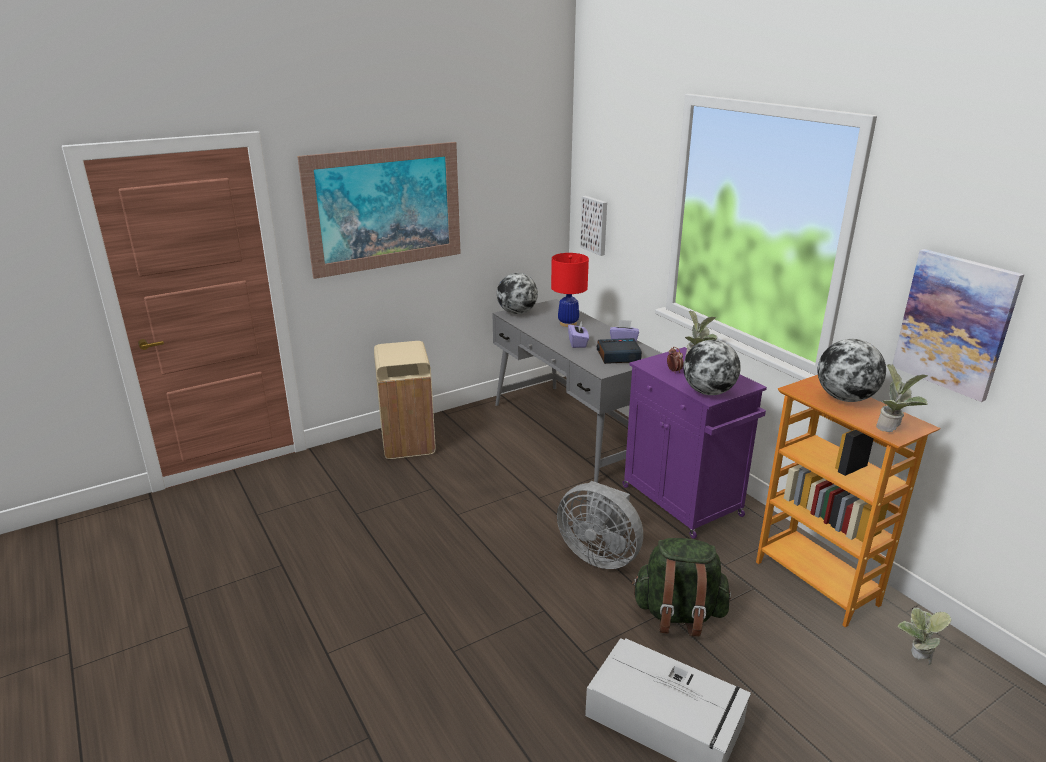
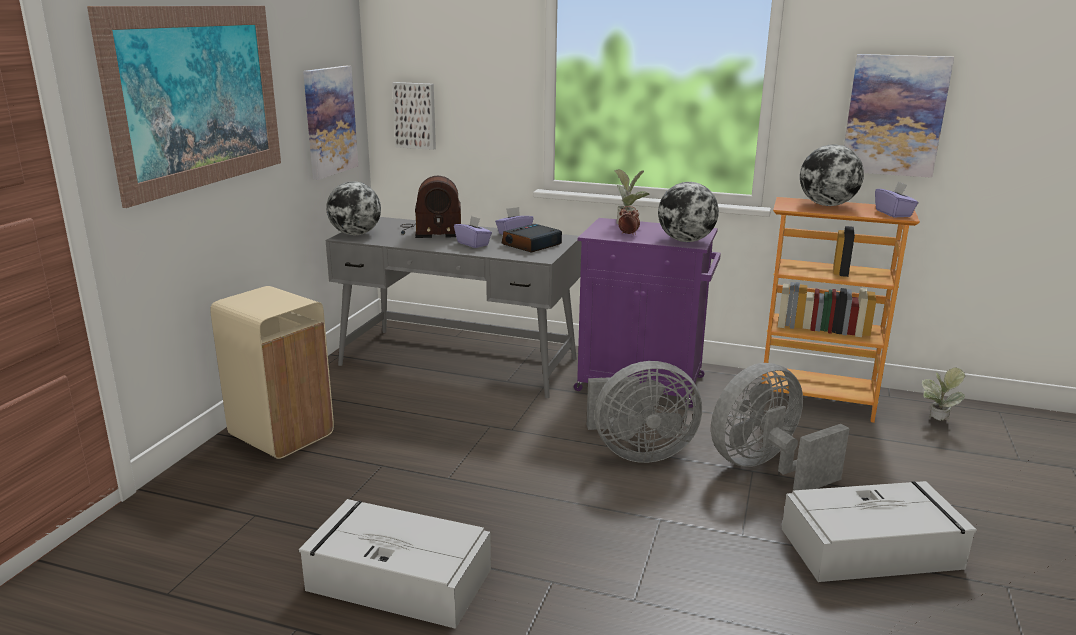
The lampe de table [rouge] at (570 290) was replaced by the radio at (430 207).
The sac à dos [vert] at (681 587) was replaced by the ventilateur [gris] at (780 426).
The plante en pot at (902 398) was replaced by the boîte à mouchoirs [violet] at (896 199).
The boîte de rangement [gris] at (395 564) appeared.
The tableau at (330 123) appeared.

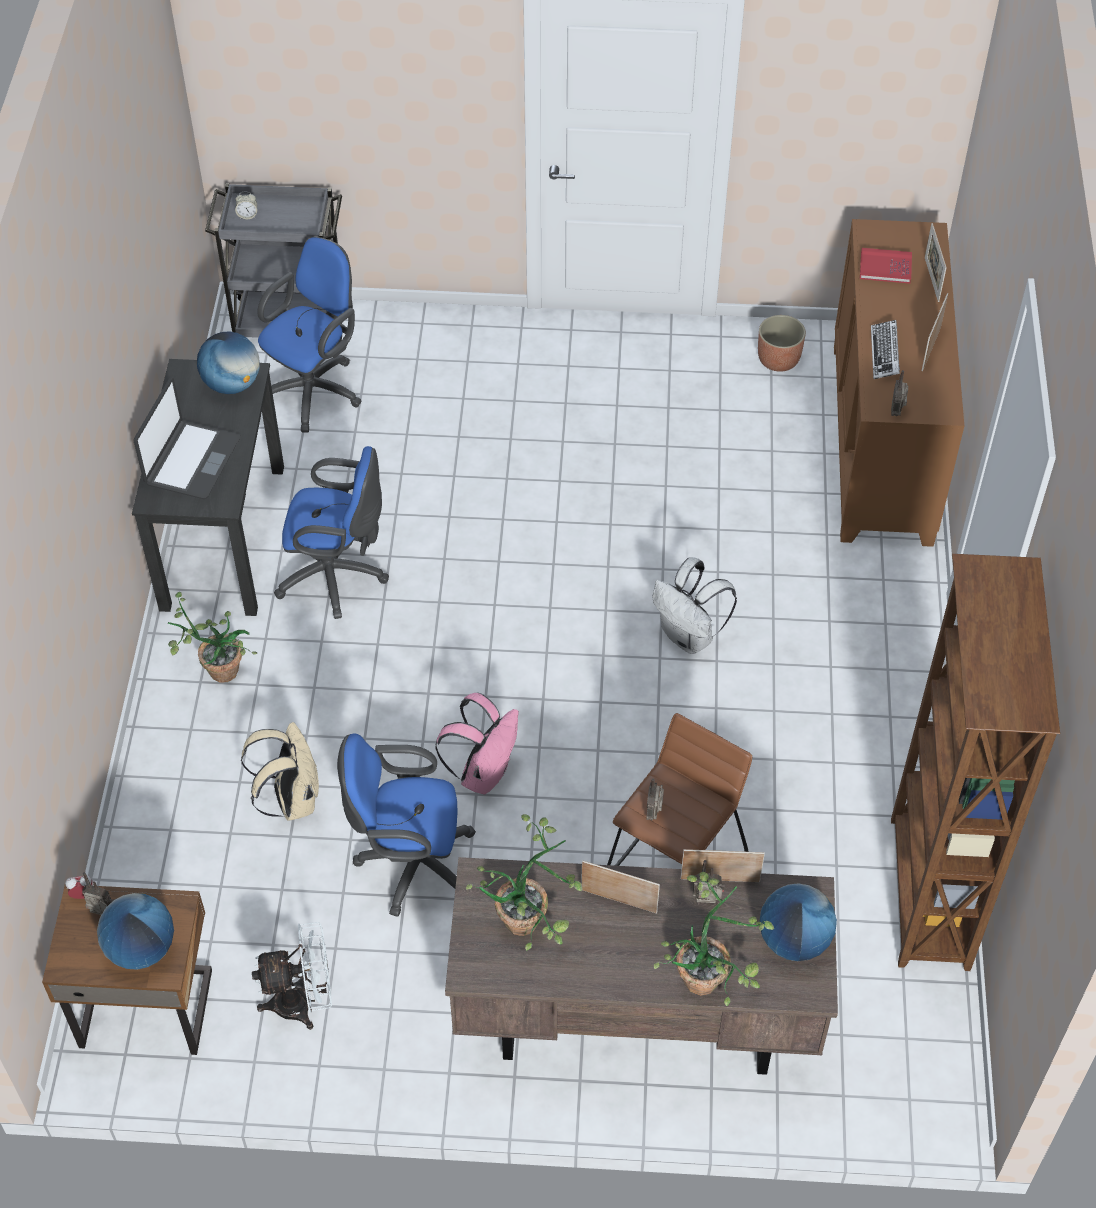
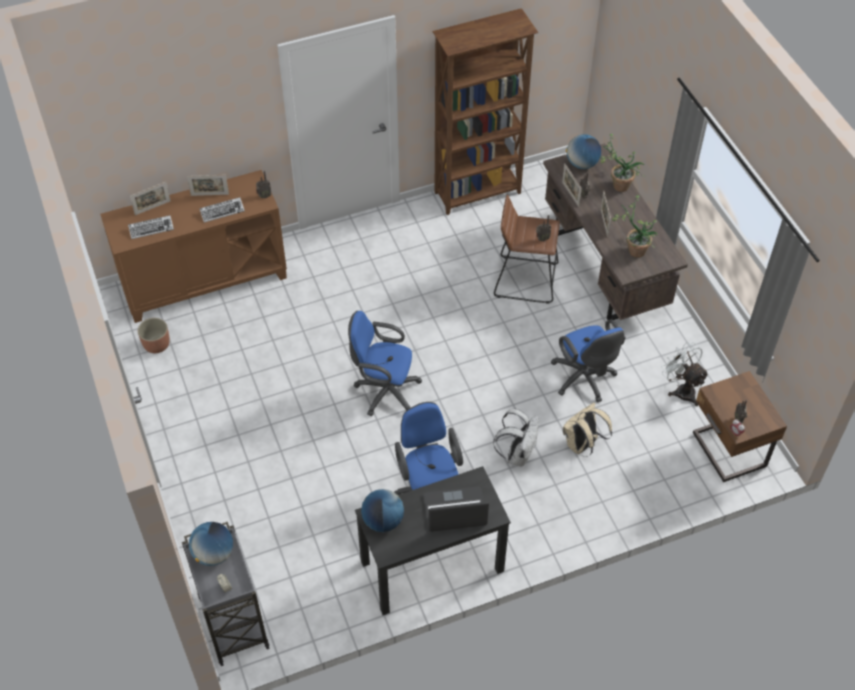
The globe moved from (135 931) to (211 544).
The plante en pot at (212 637) disappeared.
The chaise de bureau [bleu] moved from (309 335) to (385 363).
The sac à dos [rose] at (477 744) disappeared.
The sac à dos [blanc] moved from (694 605) to (515 438).
The livre [rouge] at (886 266) was replaced by the clavier at (151 227).

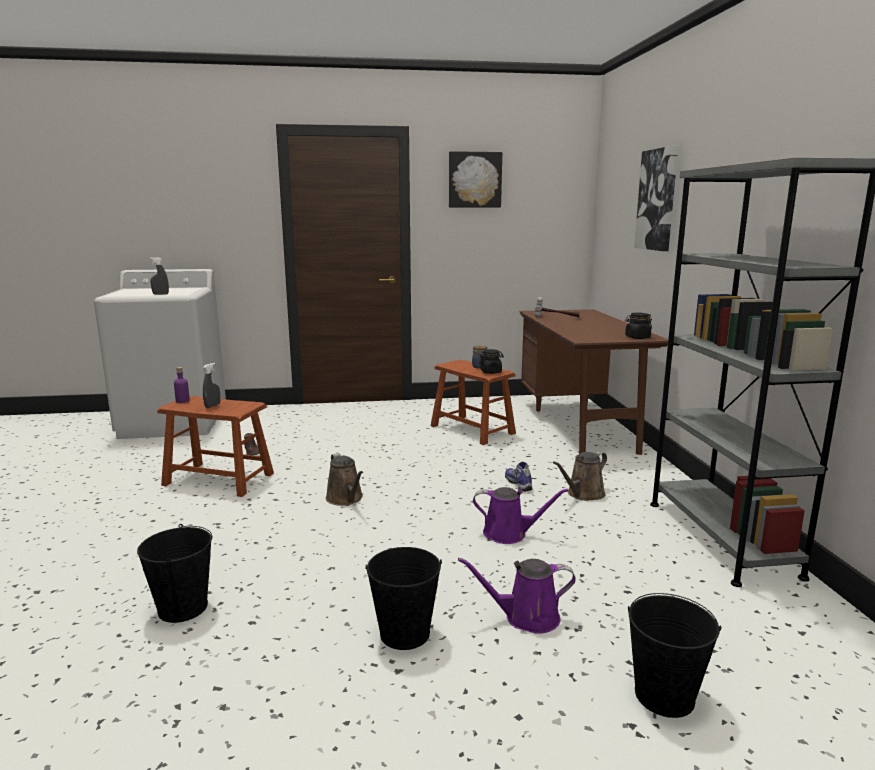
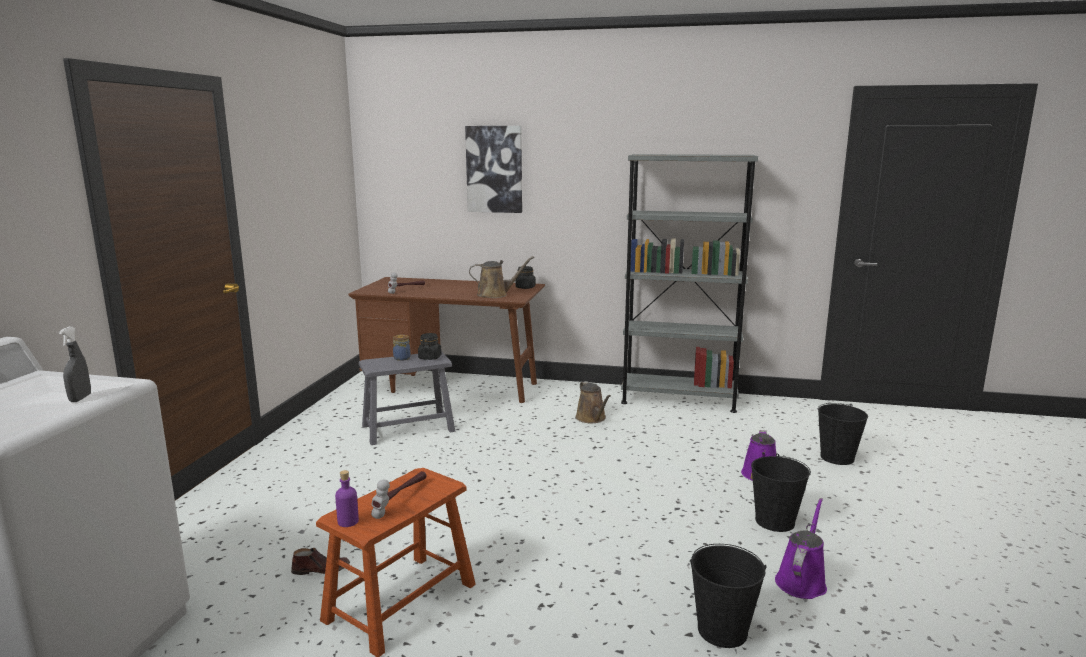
The vaporisateur [gris] at (211 385) was replaced by the marteau at (399 495).
The arrosoir [marron] moved from (344 479) to (501 277).
The tabouret [marron] at (473 402) became the tabouret [gris] at (407 398).
The tableau at (475 179) disappeared.
The arrosoir [violet] moved from (521 515) to (801 548).
The chaussure at (518 477) disappeared.

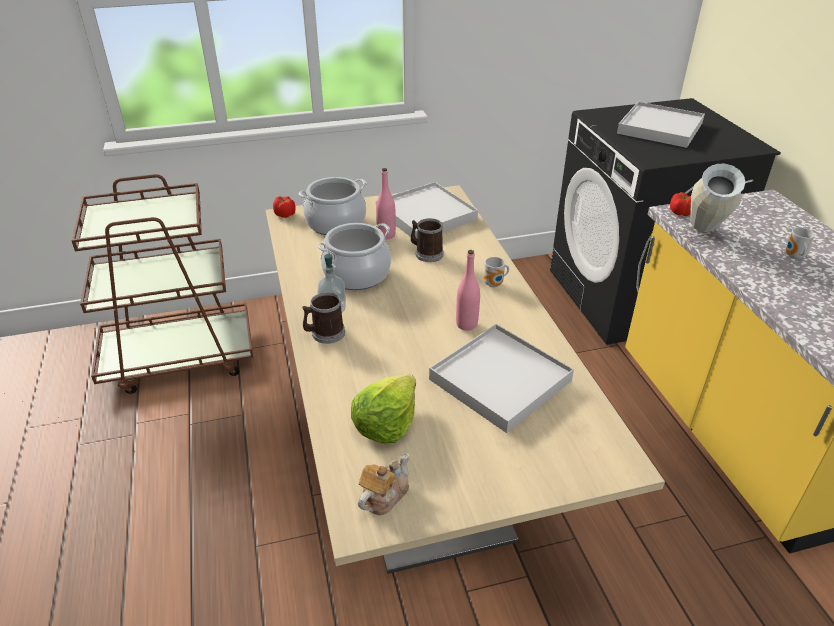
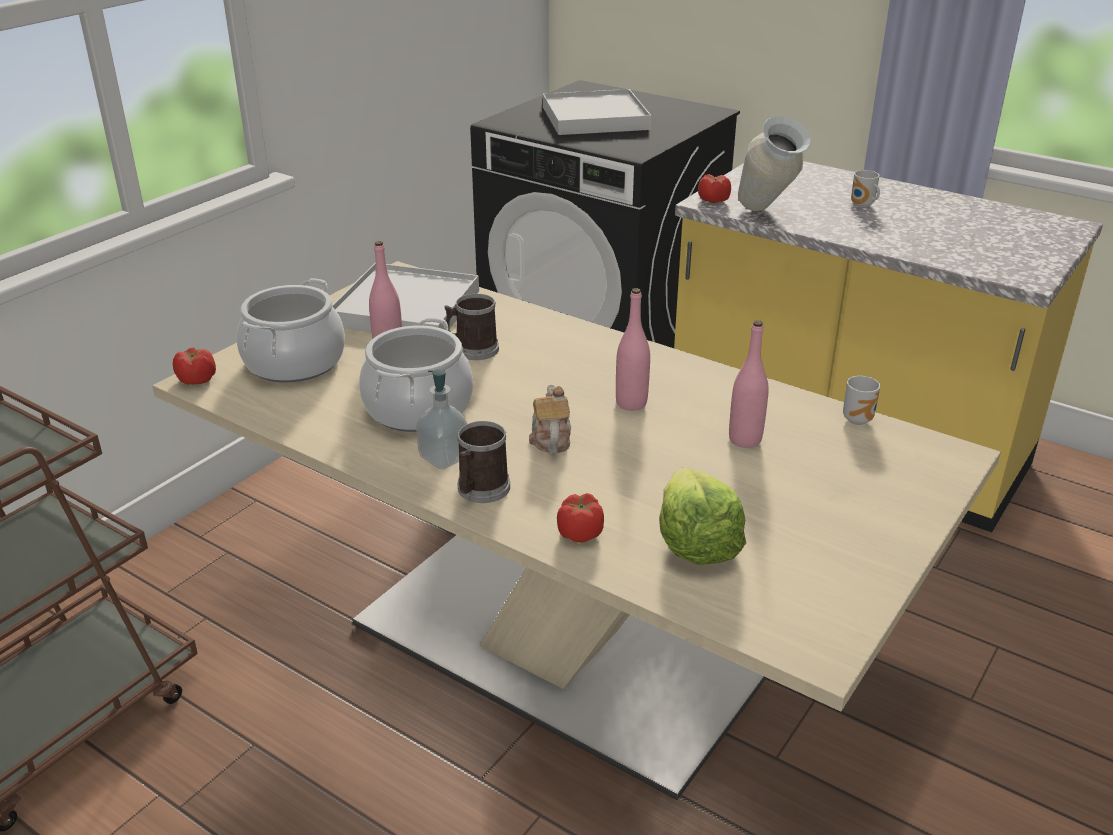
The théière moved from (383 484) to (550 418).
The plateau [blanc] at (501 378) was replaced by the bouteille [rose] at (749 384).
The mug moved from (496 272) to (861 400).
The tomate at (580 518) appeared.

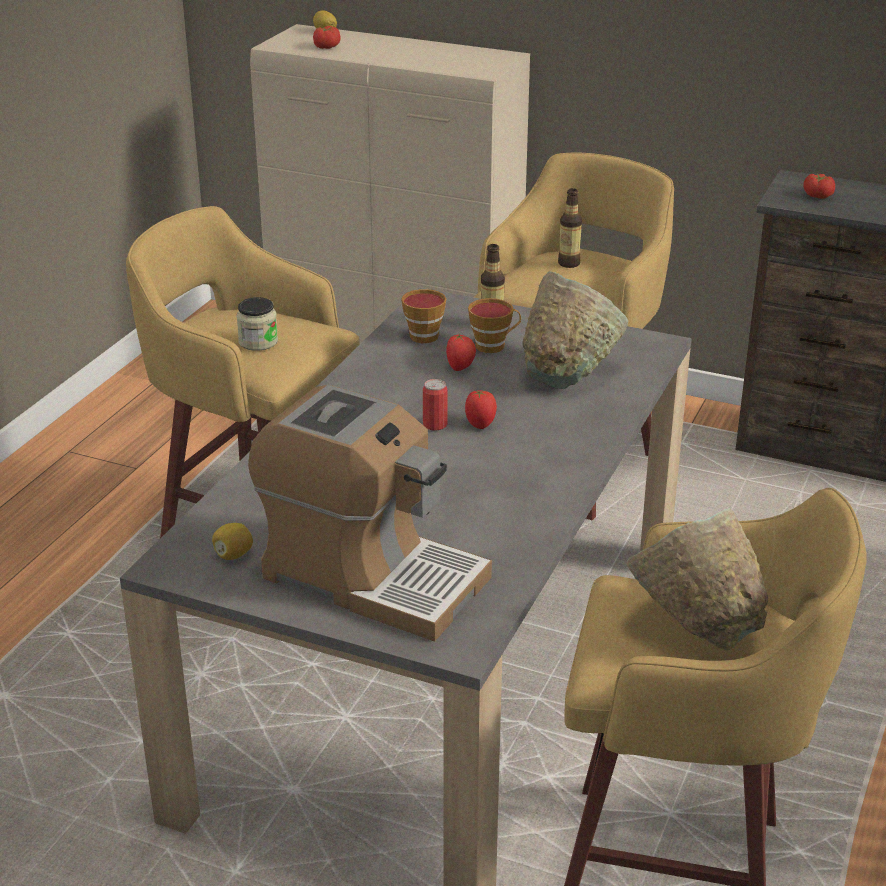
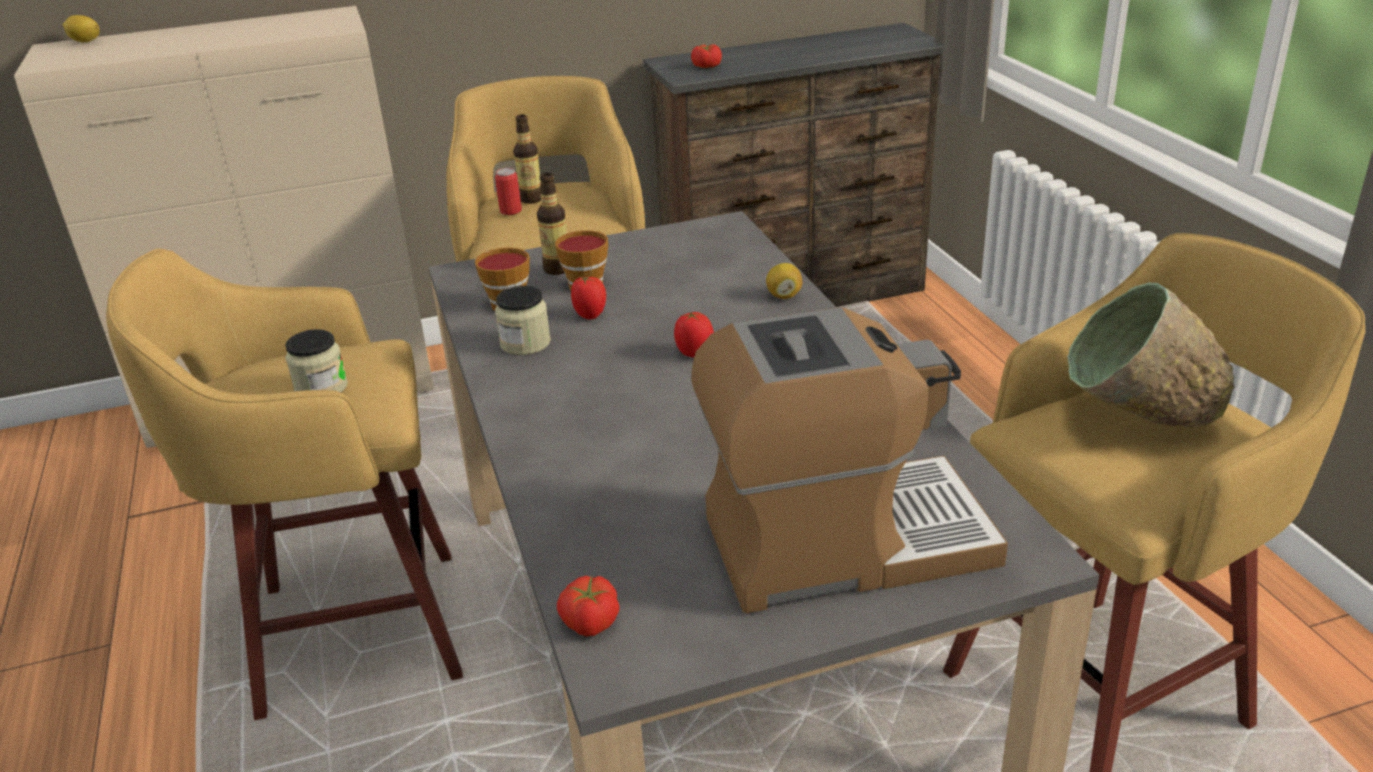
The citron moved from (232 541) to (784 281).
The tomate moved from (327 37) to (588 606).
The boîte métallique moved from (435 405) to (508 191).
The bol [vert] at (575 330) disappeared.
The bocal at (523 320) appeared.

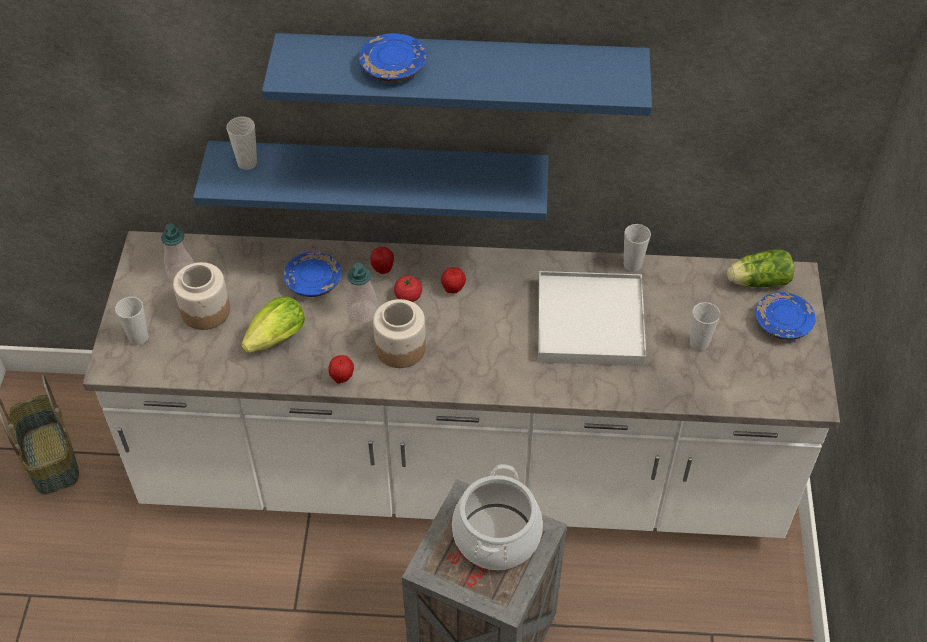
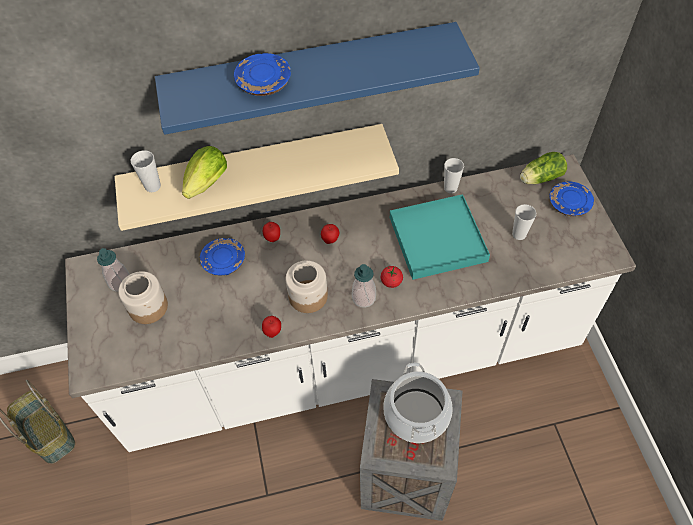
The tasse at (132 321) disappeared.
The étagère [bleu] at (371 181) became the étagère [beige] at (257 177).
The laitue moved from (273 324) to (204 172).
The distributeur de savon moved from (362 293) to (364 286).
The tomate moved from (408 288) to (392 277).
The plateau [blanc] at (592 318) became the plateau [turquoise] at (440 237).

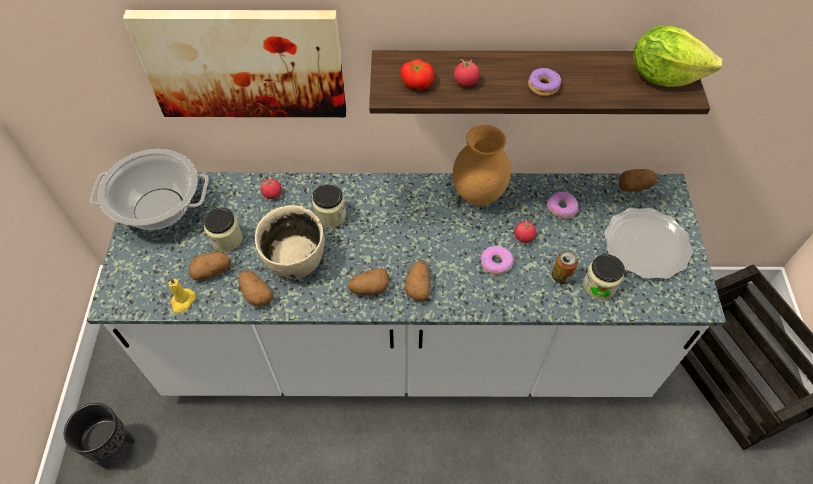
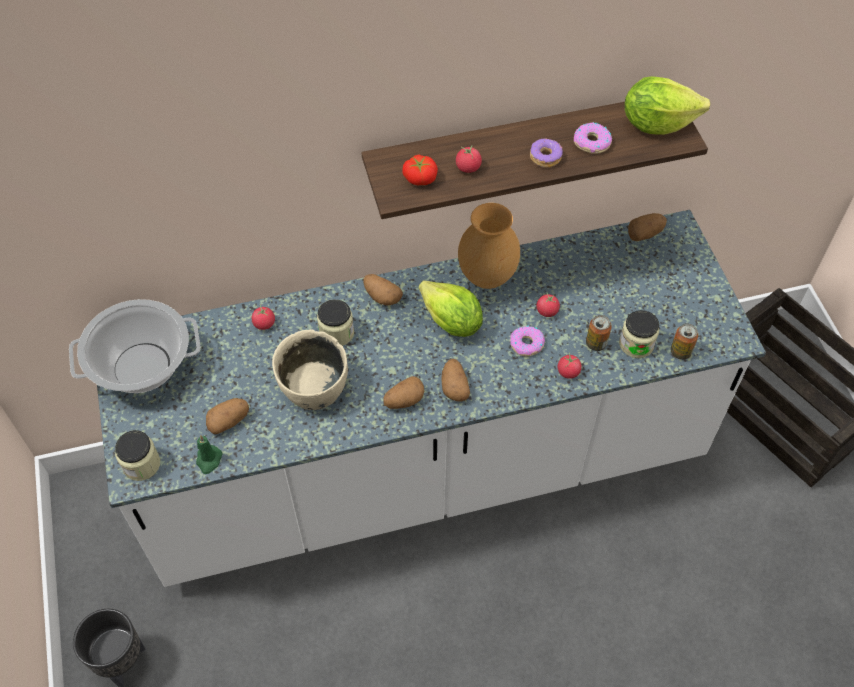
The tableau at (234 63) disappeared.
The bougie [jaune] at (182 295) became the bougie [vert] at (209 454).
The bocal moved from (223 229) to (137 455).
The pomme de terre moved from (256 288) to (383 289).
The beignet moved from (563 205) to (593 138).
The assiette at (648 243) disappeared.
The laitue at (451 309) appeared.
The tomate at (569 365) appeared.
The boîte métallique at (684 342) appeared.

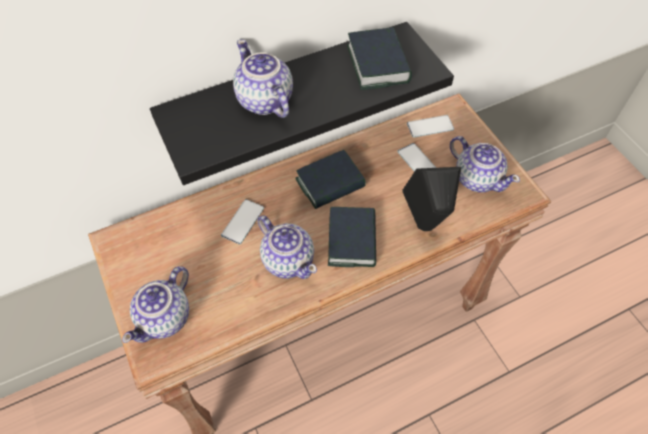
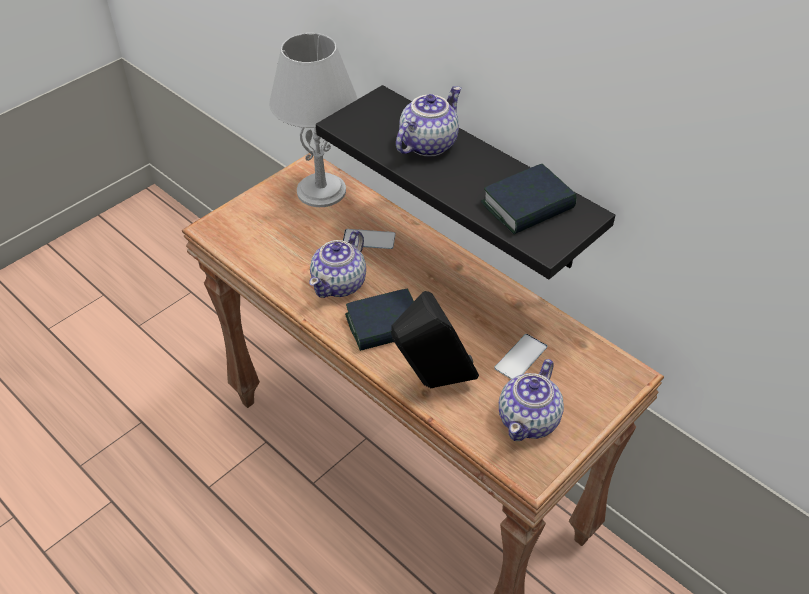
The théière at (155 304) disappeared.
The livre at (330 179) disappeared.
The téléphone at (430 126) disappeared.
The lampe de table [gris] at (313 120) appeared.

